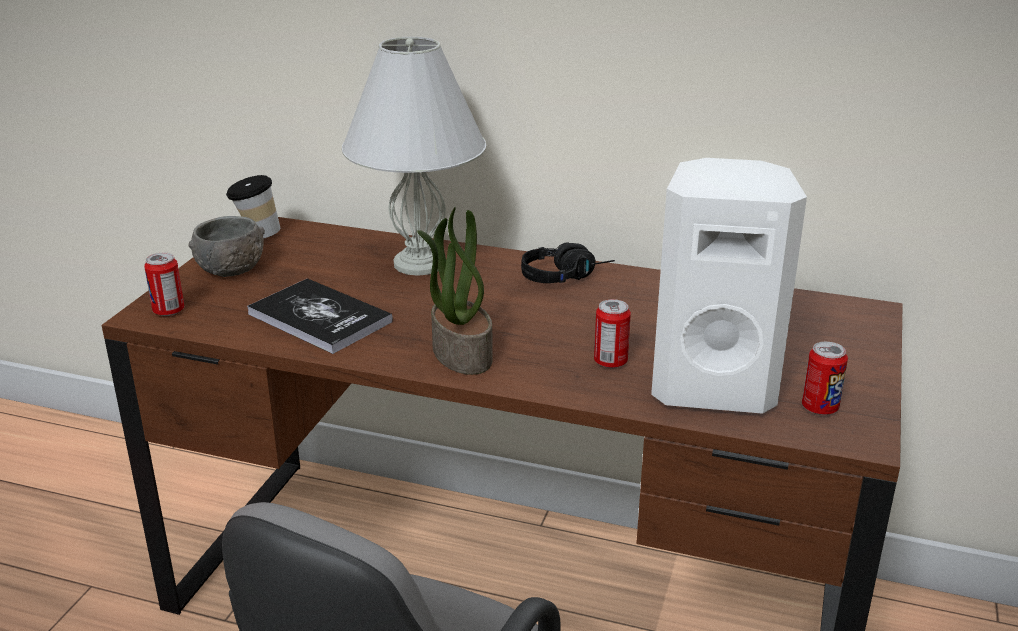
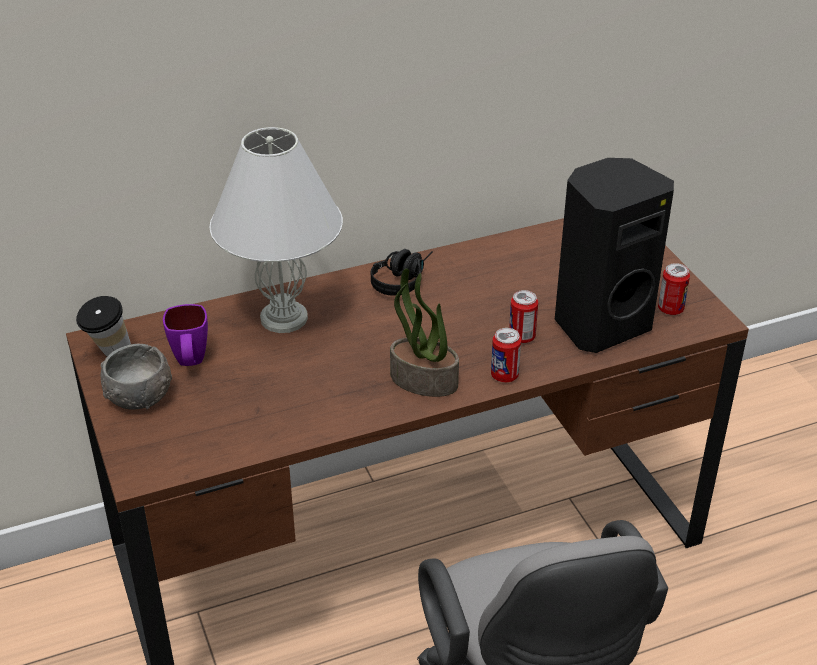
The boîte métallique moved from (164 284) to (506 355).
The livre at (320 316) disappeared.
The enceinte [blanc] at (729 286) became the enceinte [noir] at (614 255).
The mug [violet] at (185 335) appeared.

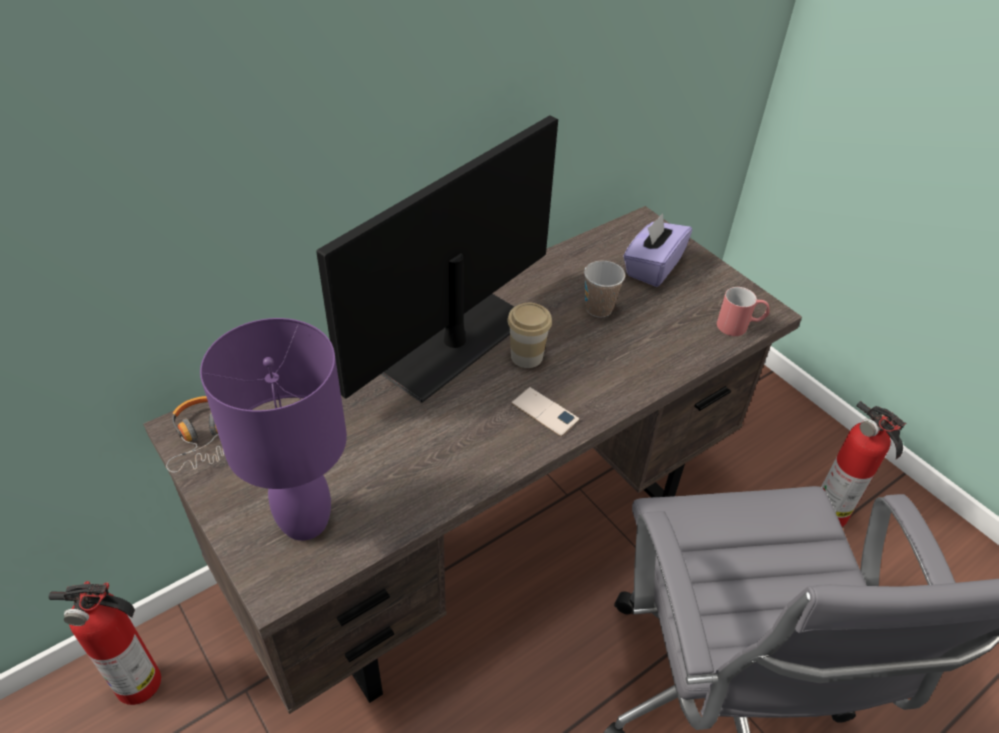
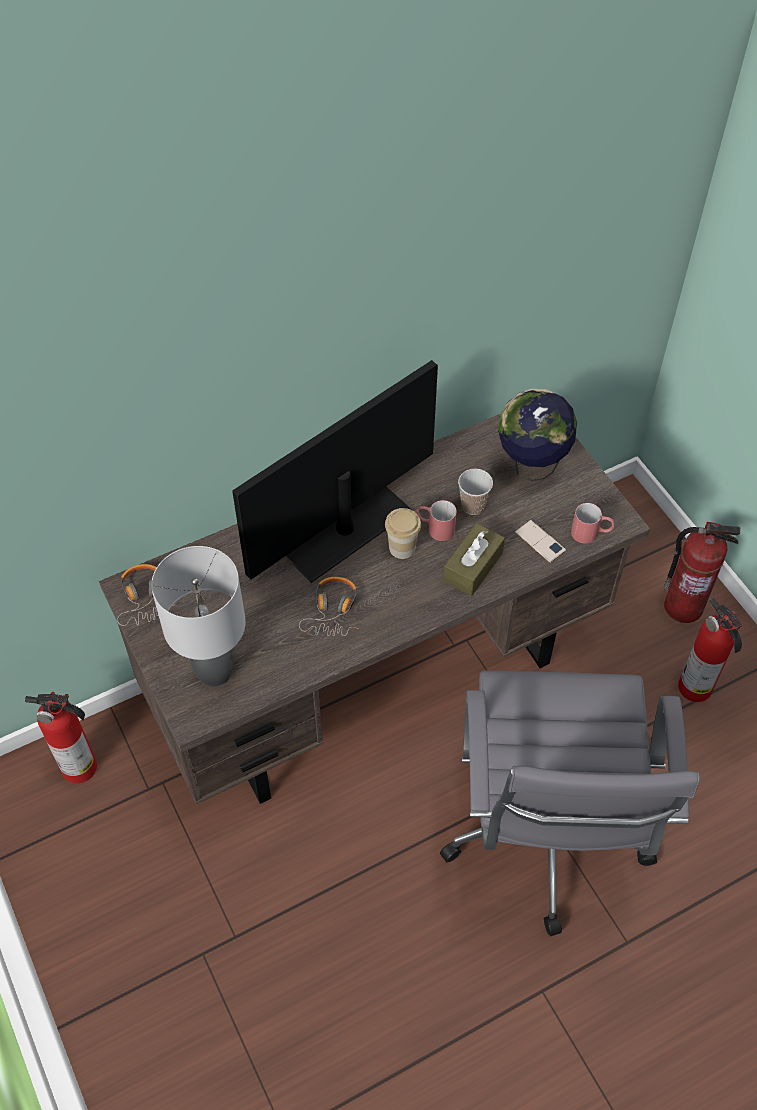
The lampe de table [violet] at (273 429) became the lampe de table [gris] at (198 616).
The téléphone moved from (545 412) to (540 541).
The boîte à mouchoirs [violet] at (657 250) was replaced by the globe at (537 435).
The casque audio at (329 606) appeared.
The mug [rouge] at (436 520) appeared.
The boîte à mouchoirs [marron] at (474 559) appeared.
The extincteur at (702 572) appeared.

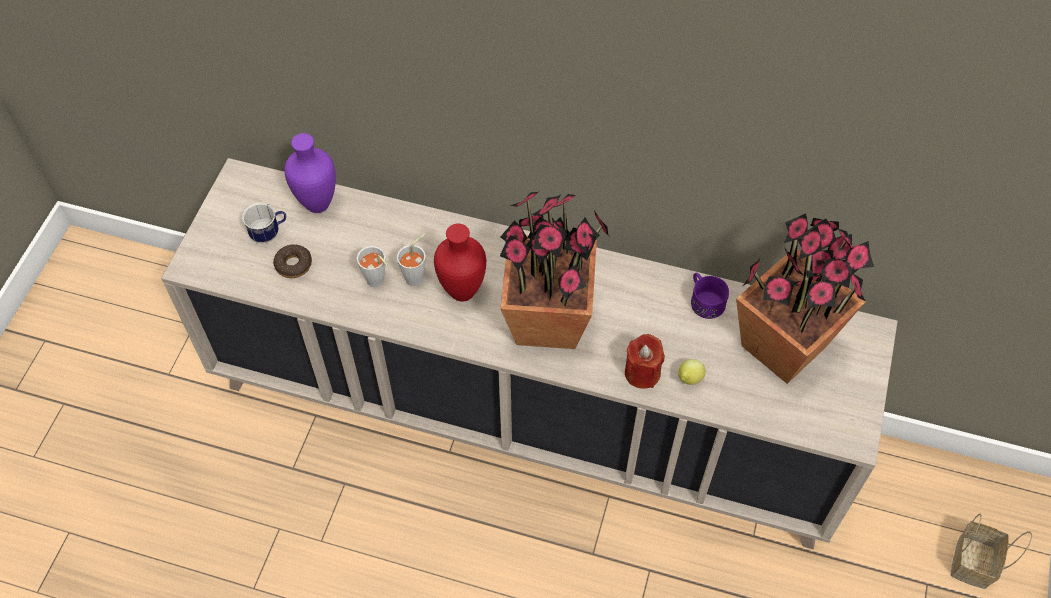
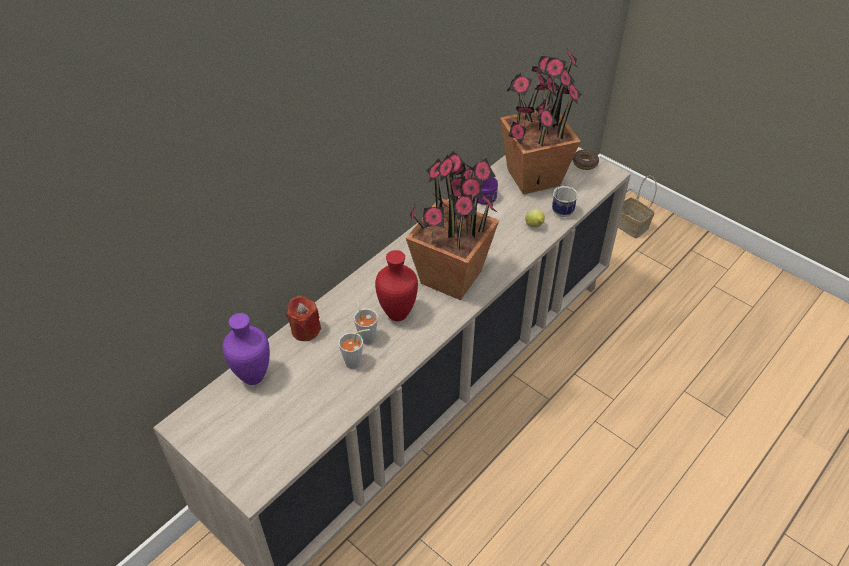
The mug moved from (264 223) to (565 200).
The beignet moved from (292 261) to (586 160).
The bougie [rouge] moved from (645 361) to (303 318).

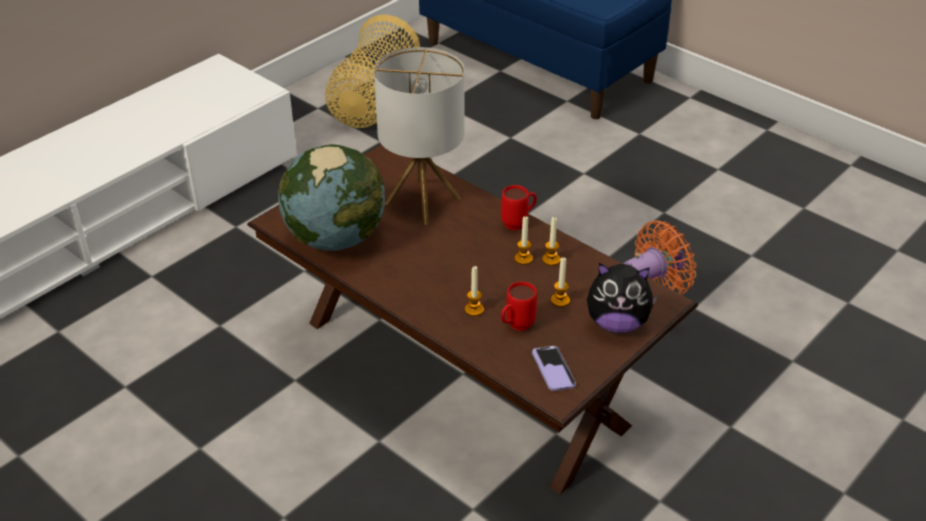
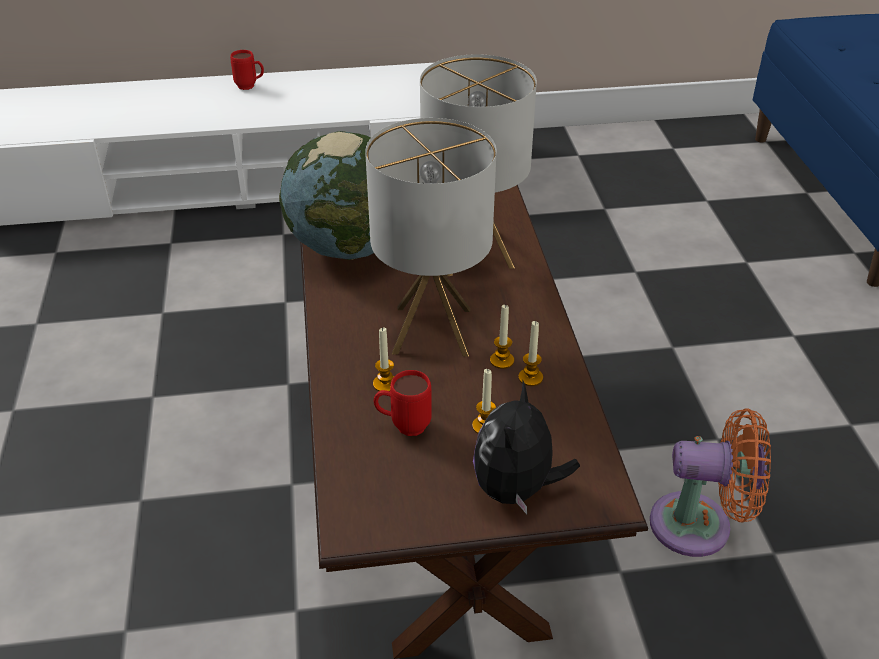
The panier at (372 71) disappeared.
The mug [rouge] moved from (519 207) to (247 70).
The téléphone at (554 368) disappeared.
The peluche at (622 298) turned 60 degrees clockwise.
The lampe de table at (430 237) appeared.

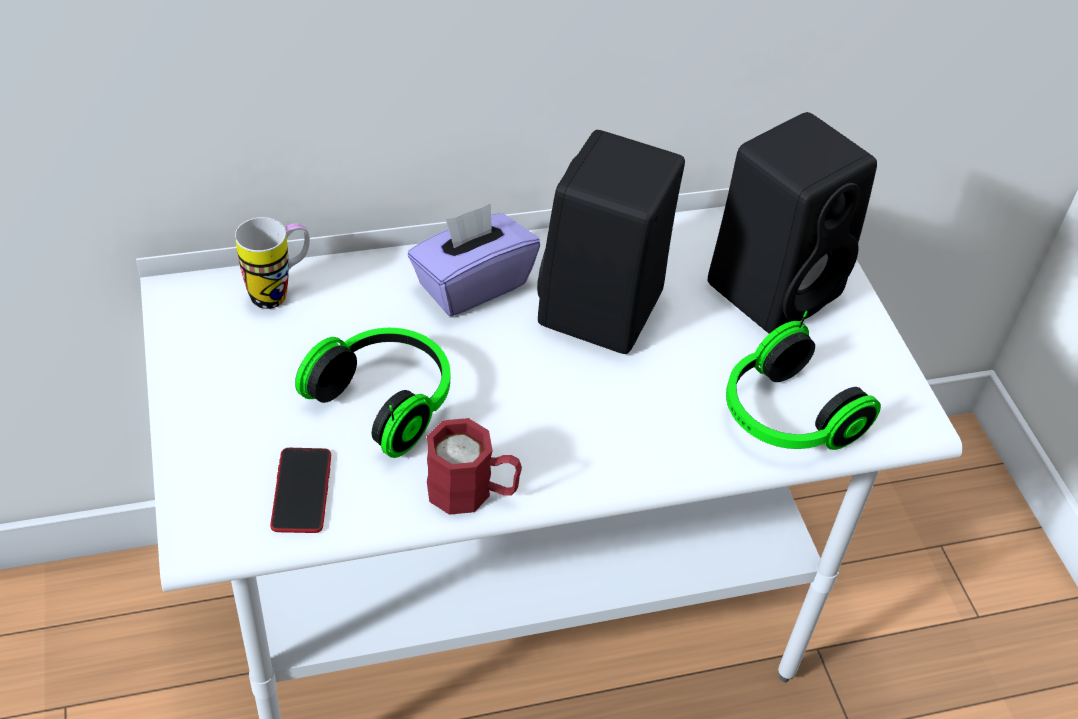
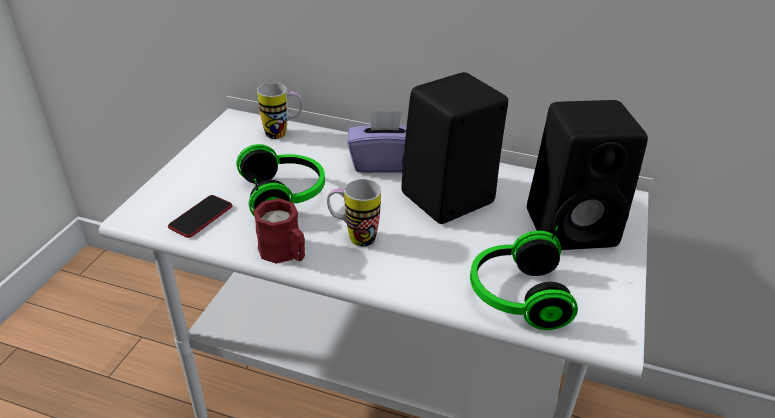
The mug at (354 213) appeared.

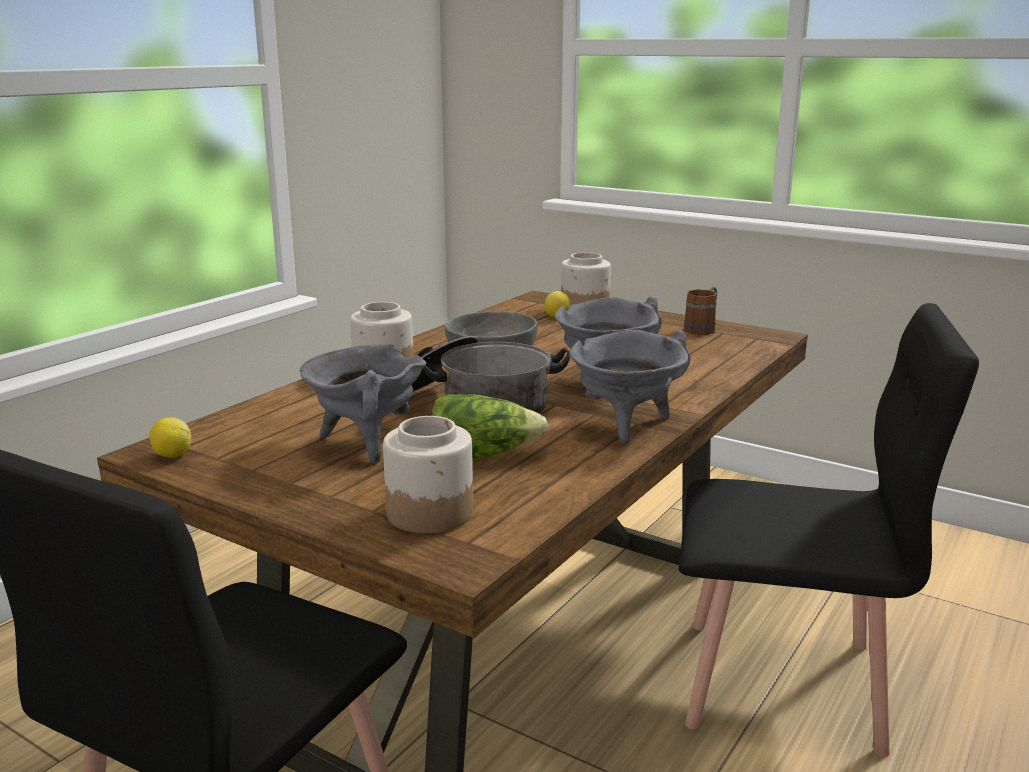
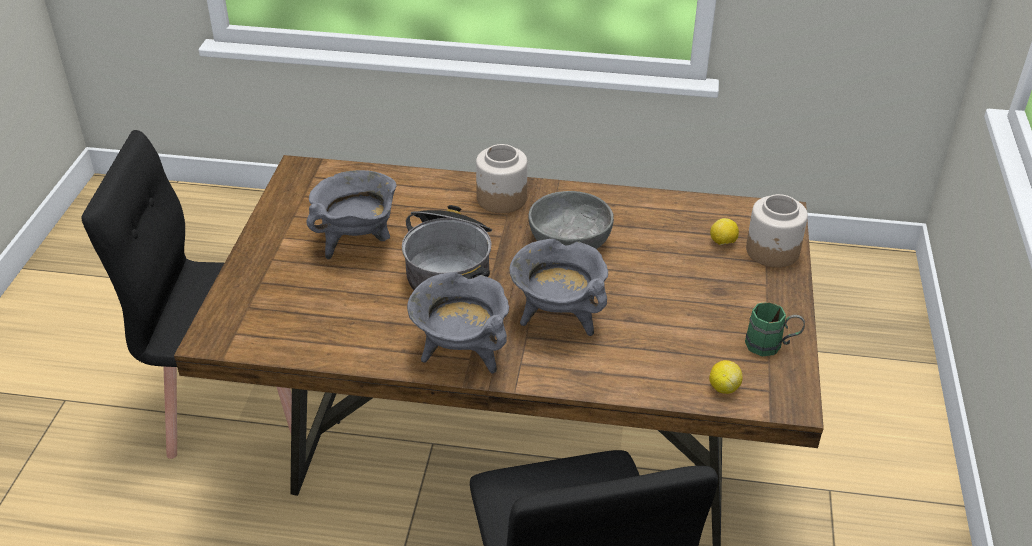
The citron moved from (170 437) to (726 377).
The bocal at (428 474) disappeared.
The laitue at (490 427) disappeared.
The mug [marron] at (700 311) became the mug [vert] at (775 329).

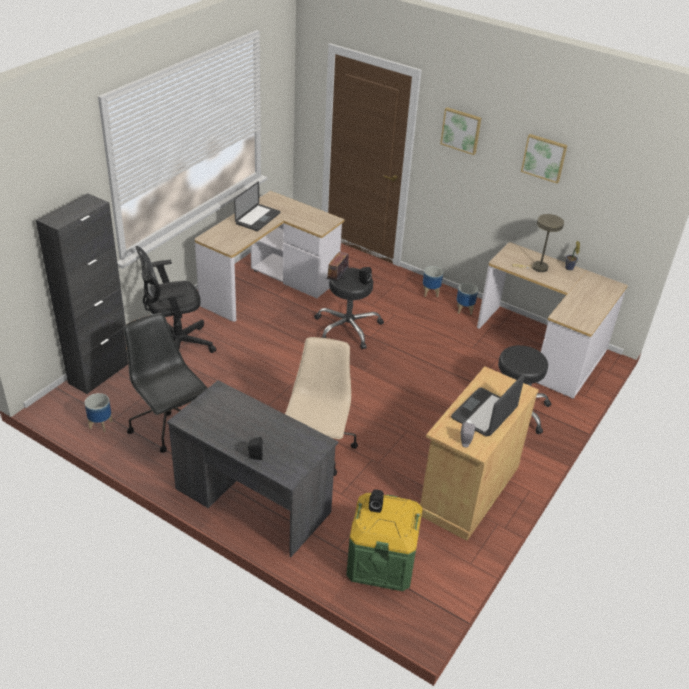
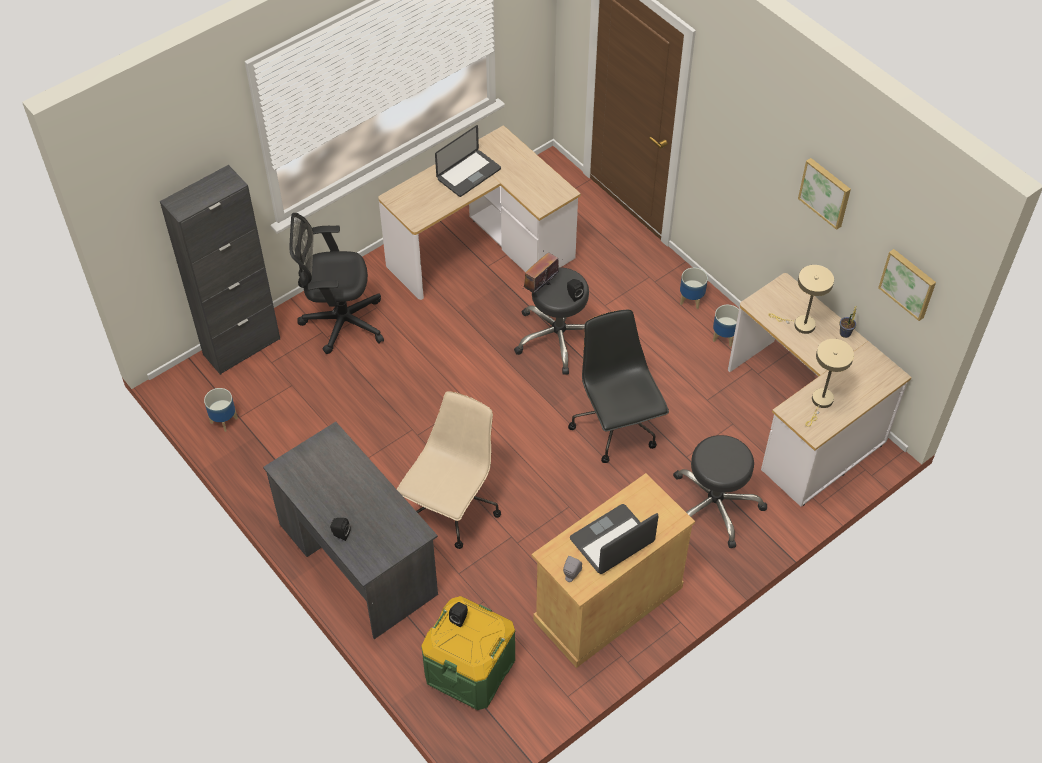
The chaise de bureau [noir] moved from (165 383) to (618 386).
The tableau moved from (460 131) to (907 285).
The lampe de table [beige] at (829 383) appeared.

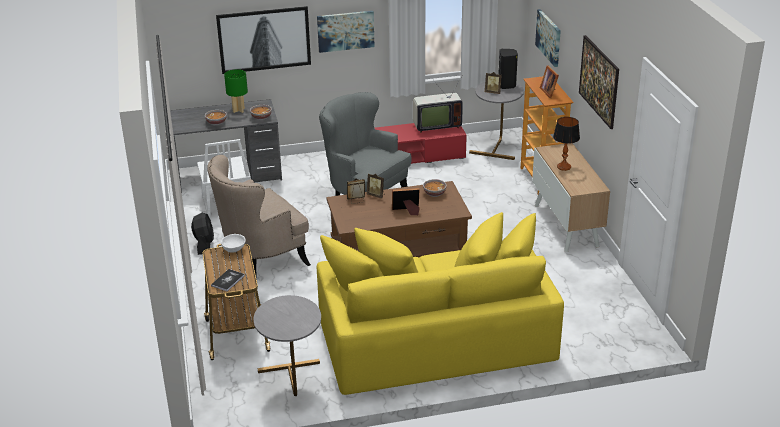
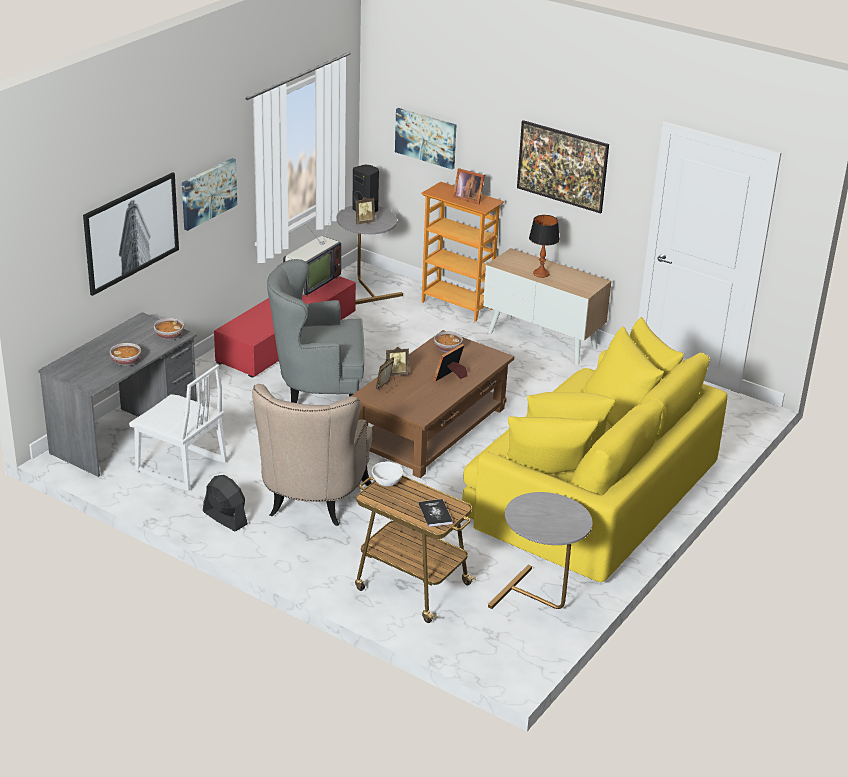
The lampe de table [vert] at (236 91) disappeared.

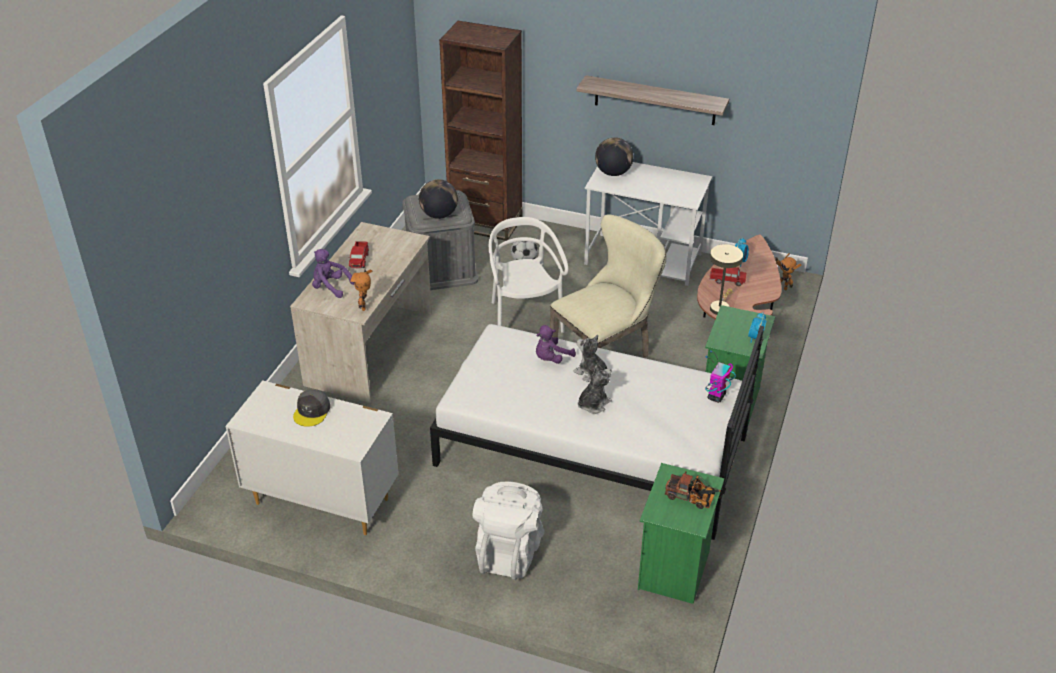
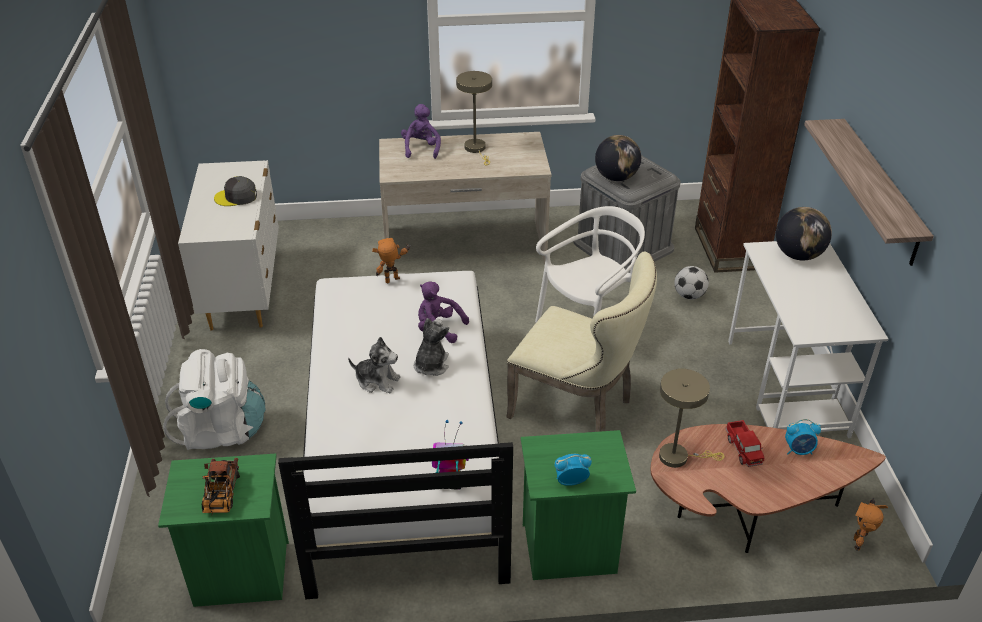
The camion jouet at (359 255) was replaced by the lampe de table [beige] at (474 118).
The robot jouet moved from (361 290) to (391 260).

